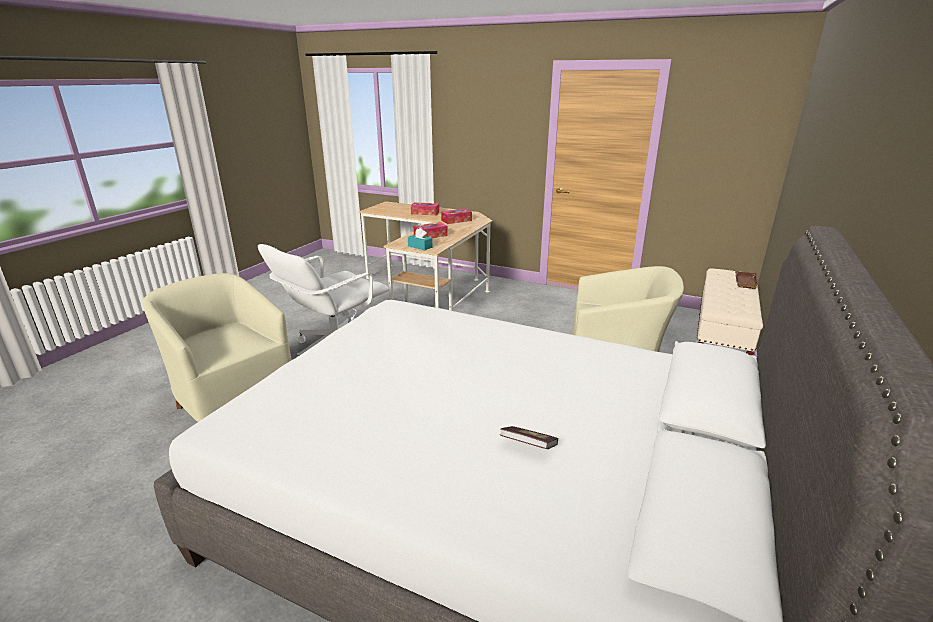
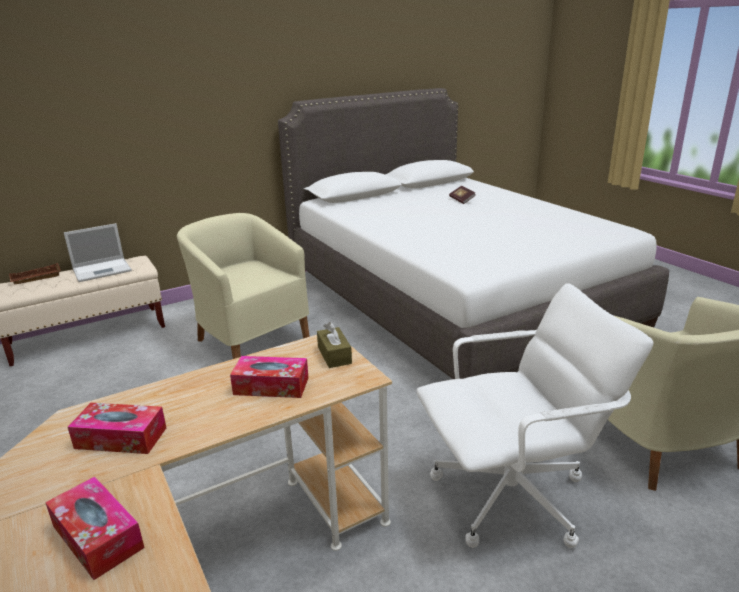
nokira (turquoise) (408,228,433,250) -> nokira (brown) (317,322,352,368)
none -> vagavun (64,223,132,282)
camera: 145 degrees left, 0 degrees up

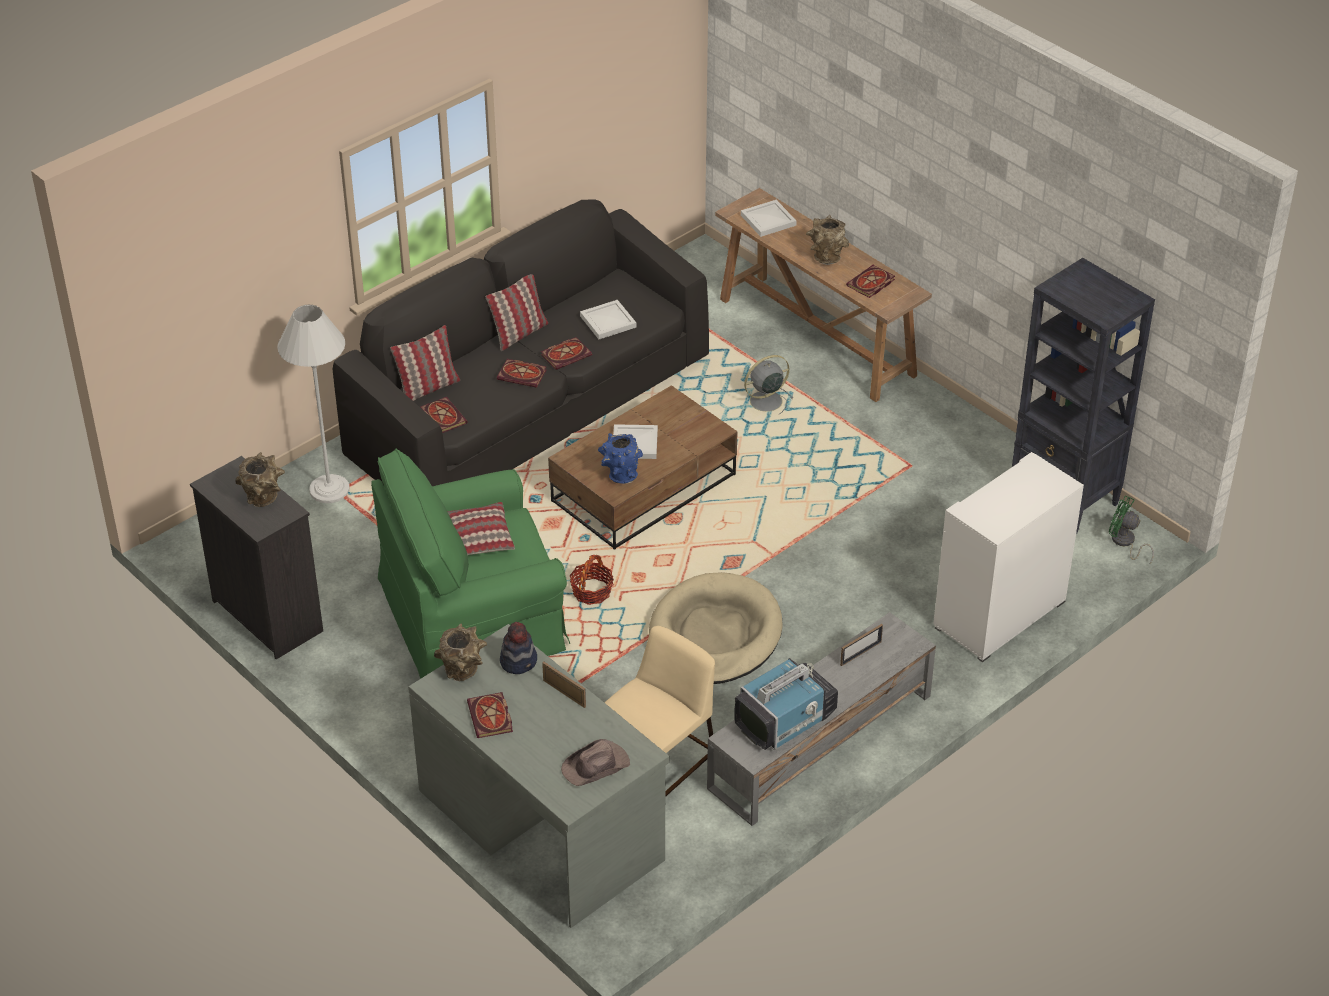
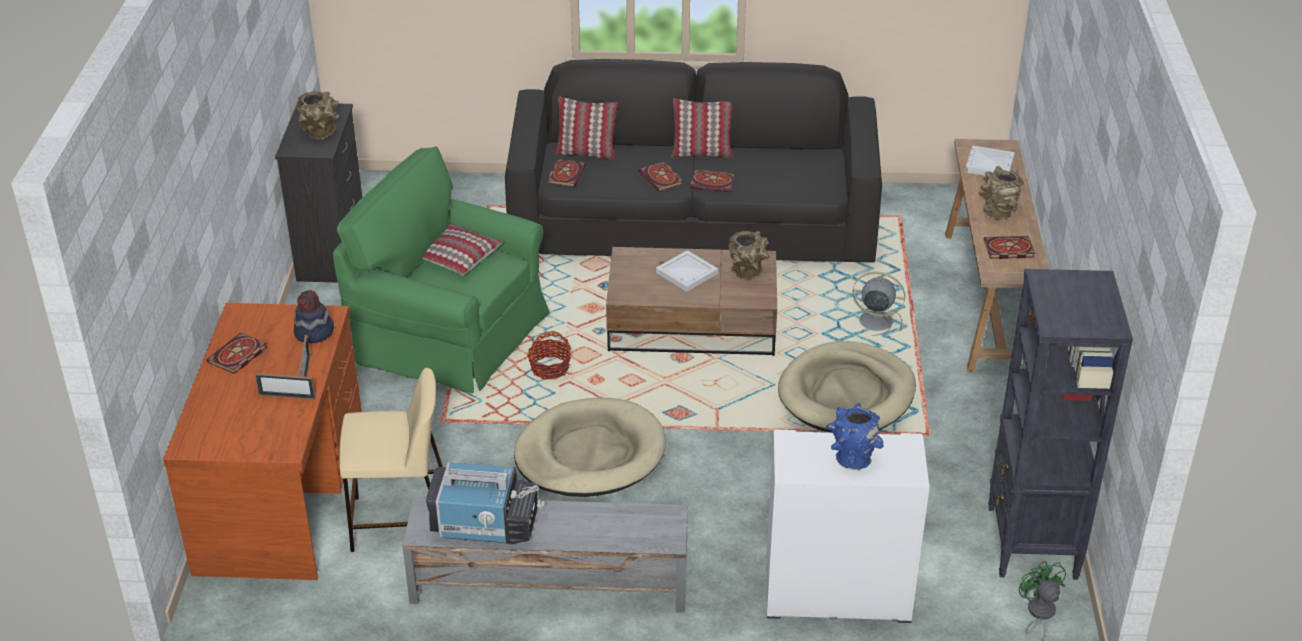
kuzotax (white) (277,305,350,503) -> none
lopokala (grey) (408,624,669,928) -> lopokala (brown) (163,303,362,580)
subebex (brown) (434,624,487,681) -> subebex (brown) (729,231,770,279), relocated
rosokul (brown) (561,739,630,786) -> none
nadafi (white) (580,300,637,339) -> none
subebex (blue) (598,433,643,484) -> subebex (blue) (826,403,883,470), relocated
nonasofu (840,624,883,666) -> nonasofu (255,373,316,399), relocated
none -> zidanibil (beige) (778,341,916,433)
camera: 45 degrees right, 5 degrees down

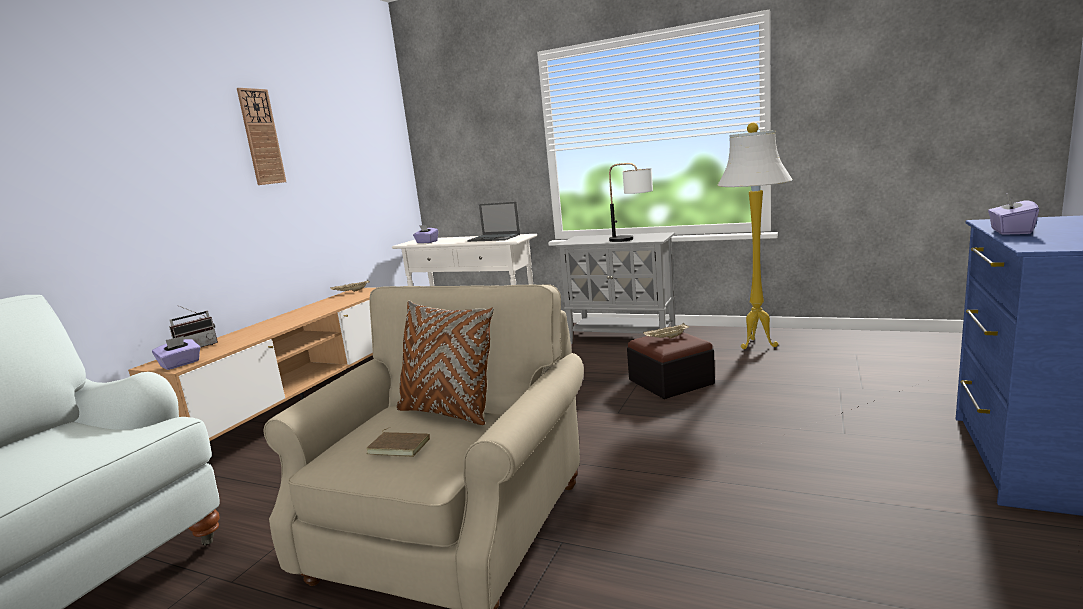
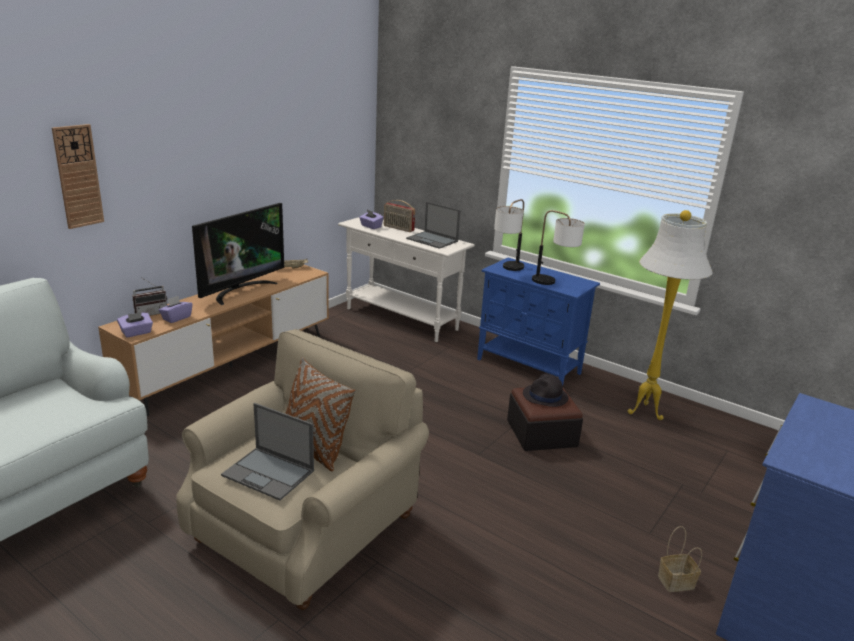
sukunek (237,88,286,185) -> sukunek (52,124,104,229), relocated
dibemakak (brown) (366,428,430,457) -> vagavun (221,403,314,501)
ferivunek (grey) (556,232,675,344) -> ferivunek (blue) (477,258,600,385)
nadafi (beige) (643,323,689,338) -> rosokul (black) (523,374,568,407)
nokira (purple) (988,193,1039,235) -> nokira (purple) (159,296,193,323), relocated
none -> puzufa (192,203,284,305)
none -> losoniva (384,200,415,232)
none -> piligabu (494,199,524,271)
none -> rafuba (658,526,702,592)
camera: 10 degrees right, 10 degrees up

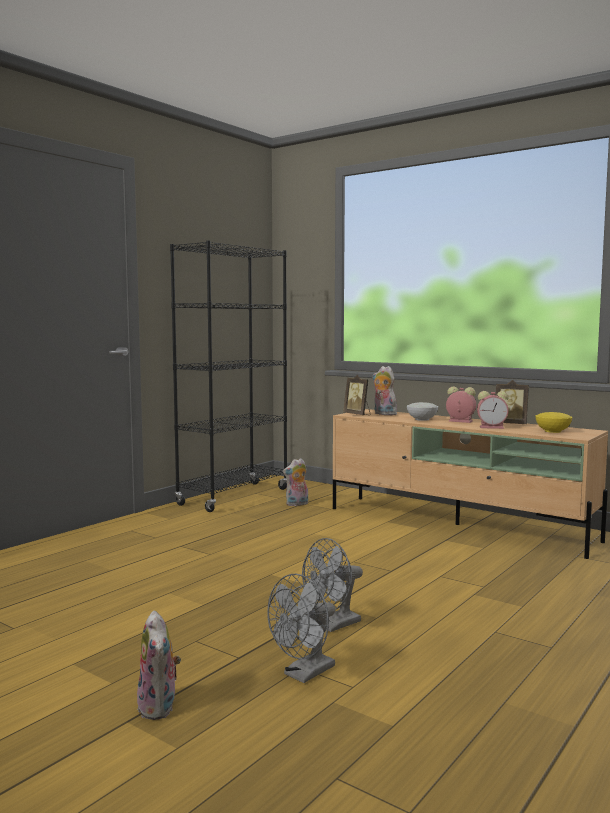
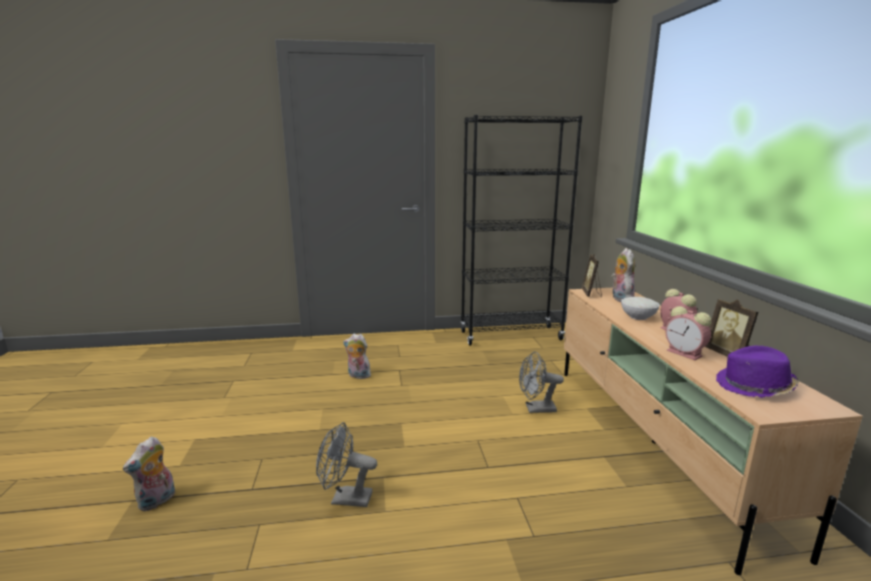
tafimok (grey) (267,574,335,683) -> tafimok (grey) (519,351,564,413), relocated
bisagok (283,458,308,506) -> bisagok (343,333,371,379), relocated
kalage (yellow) (535,412,572,433) -> rosokul (purple) (716,346,799,398)
camera: 45 degrees right, 10 degrees up

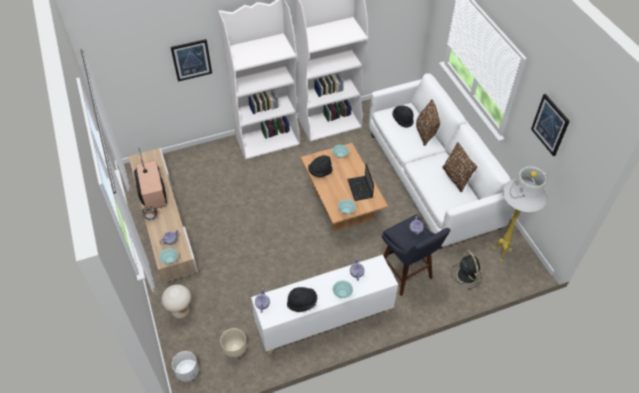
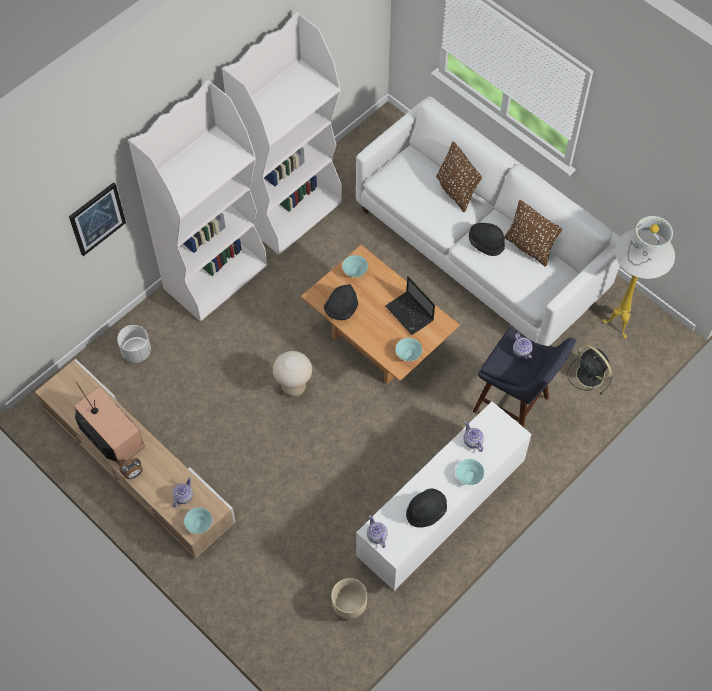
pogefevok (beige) (161,284,191,319) -> pogefevok (beige) (273,351,312,397), relocated
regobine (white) (172,351,199,382) -> regobine (white) (117,325,151,363), relocated
rosokul (black) (392,105,414,128) -> rosokul (black) (469,223,505,256), relocated
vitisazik (531,94,570,156) -> none
camera: 25 degrees left, 10 degrees up

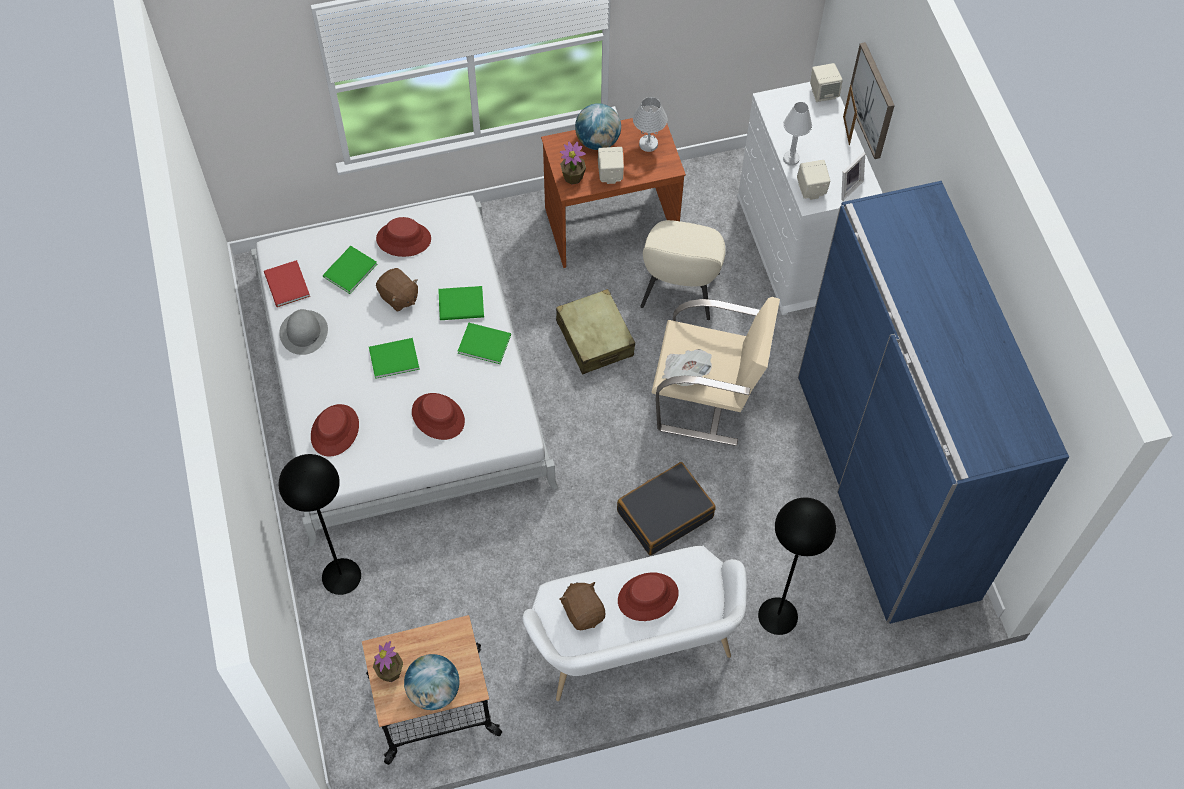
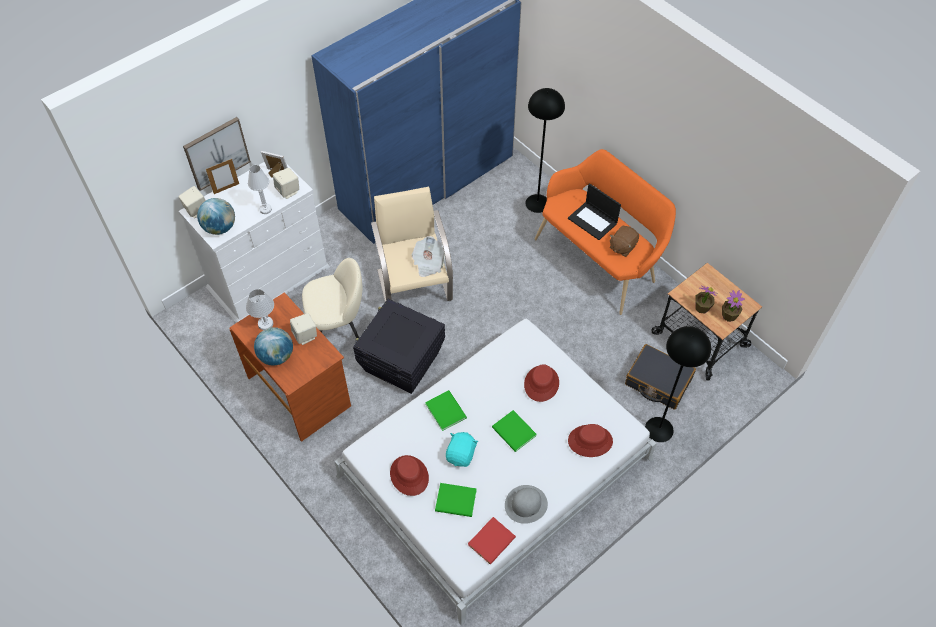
bisagok (brown) (376,268,418,312) -> bisagok (turquoise) (446,432,478,467)
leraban (404,654,459,710) -> leraban (197,198,235,235), relocated
dibemakak (green) (458,323,511,364) -> none
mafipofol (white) (523,546,747,701) -> mafipofol (orange) (534,149,676,315)
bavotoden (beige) (556,289,635,375) -> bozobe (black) (353,299,445,394)
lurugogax (560,141,586,185) -> lurugogax (695,285,718,314), relocated
bavotoden (black) (617,462,716,556) -> bavotoden (black) (625,344,696,409), relocated
rosokul (red) (618,573,679,621) -> vagavun (568,183,621,240)
camera: 115 degrees left, 5 degrees down

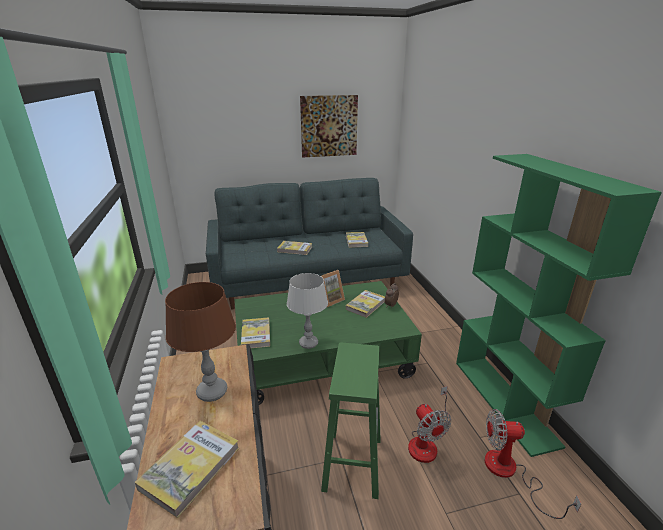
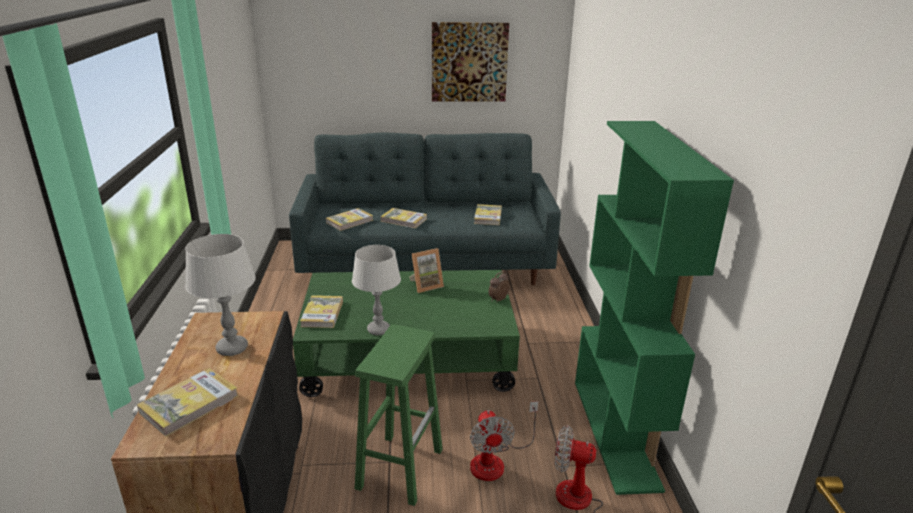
piligabu (brown) (165,282,236,402) -> piligabu (grey) (185,234,256,356)
dibemakak (346,290,385,318) -> dibemakak (326,208,373,231), relocated
camera: 10 degrees right, 0 degrees up

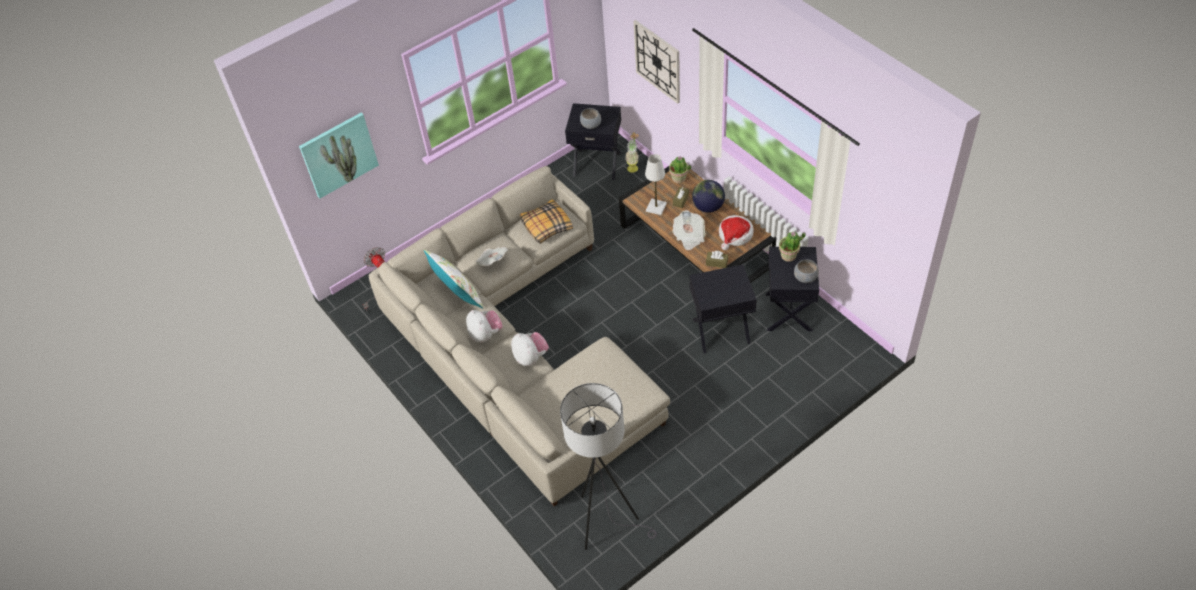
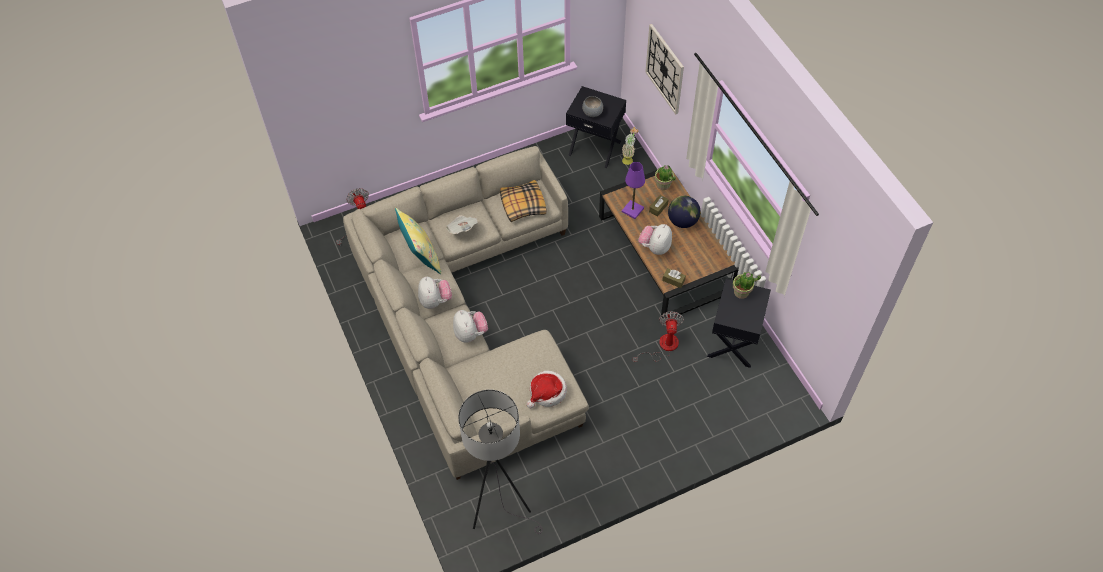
vitisazik (299,113,379,198) -> none
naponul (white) (424,250,484,308) -> naponul (yellow) (395,208,441,274)
piligabu (white) (645,154,667,215) -> piligabu (purple) (622,162,645,219)
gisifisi (672,210,705,250) -> bisagok (638,224,672,255)
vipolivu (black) (689,264,757,353) -> tafimok (632,311,684,362)
rosokul (719,215,754,250) -> rosokul (527,371,567,408), relocated
kalage (grey) (794,259,819,283) -> none
camera: 10 degrees right, 5 degrees up

